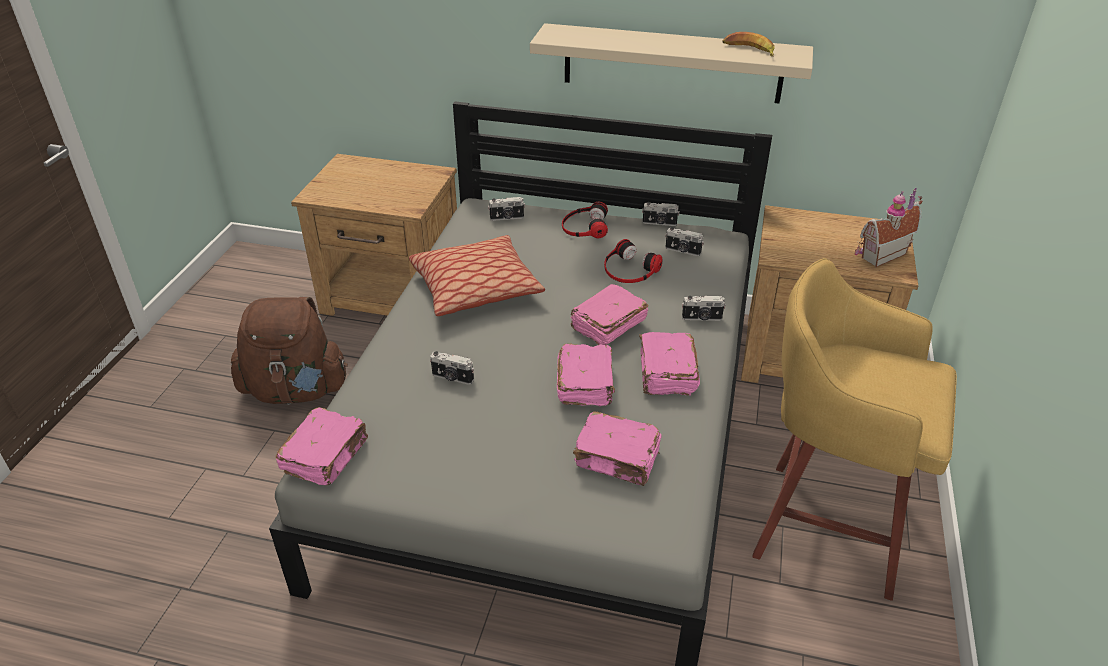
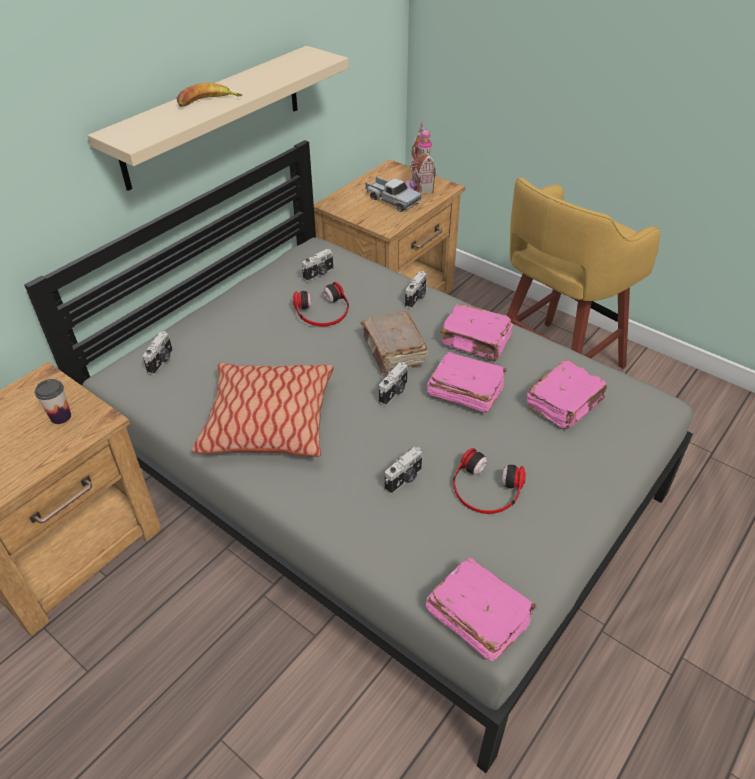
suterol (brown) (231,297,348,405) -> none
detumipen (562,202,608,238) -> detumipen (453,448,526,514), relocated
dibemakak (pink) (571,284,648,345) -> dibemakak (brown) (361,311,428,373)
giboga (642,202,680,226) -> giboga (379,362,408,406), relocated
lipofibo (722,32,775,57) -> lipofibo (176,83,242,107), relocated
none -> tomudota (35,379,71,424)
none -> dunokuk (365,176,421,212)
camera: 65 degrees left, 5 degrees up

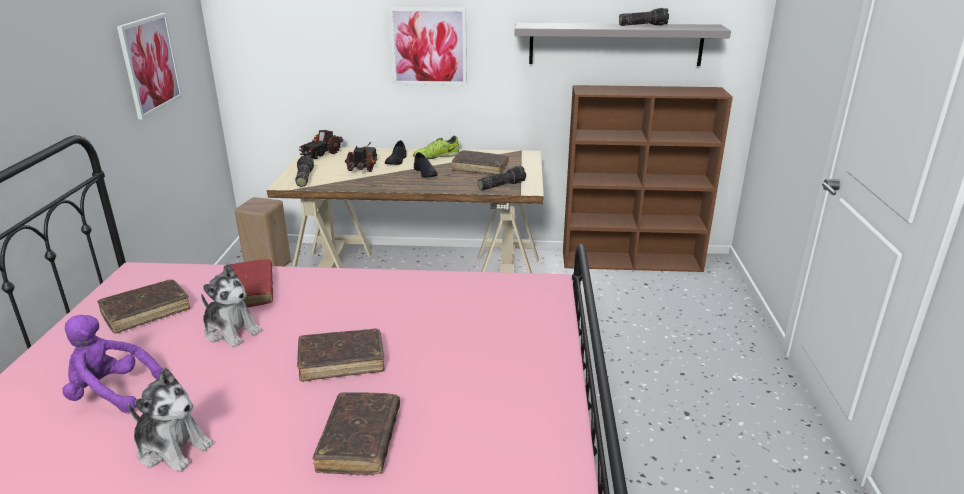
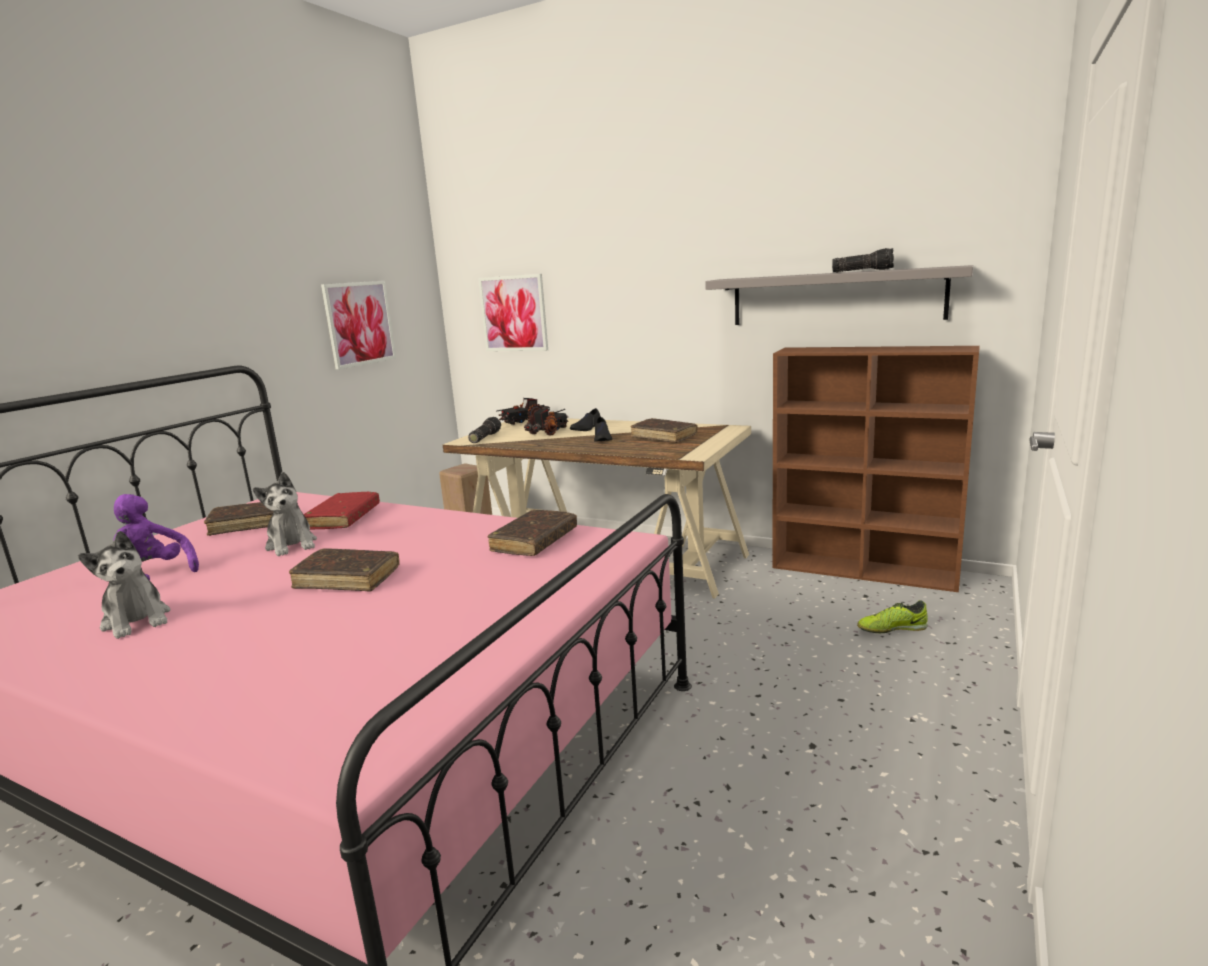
dibemakak (brown) (313,392,400,475) -> dibemakak (brown) (487,510,577,556), relocated
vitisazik (389,7,467,85) -> vitisazik (478,274,548,351), relocated
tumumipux (413,136,459,159) -> tumumipux (857,600,928,633), relocated
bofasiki (477,166,526,190) -> none
camera: 25 degrees right, 10 degrees down

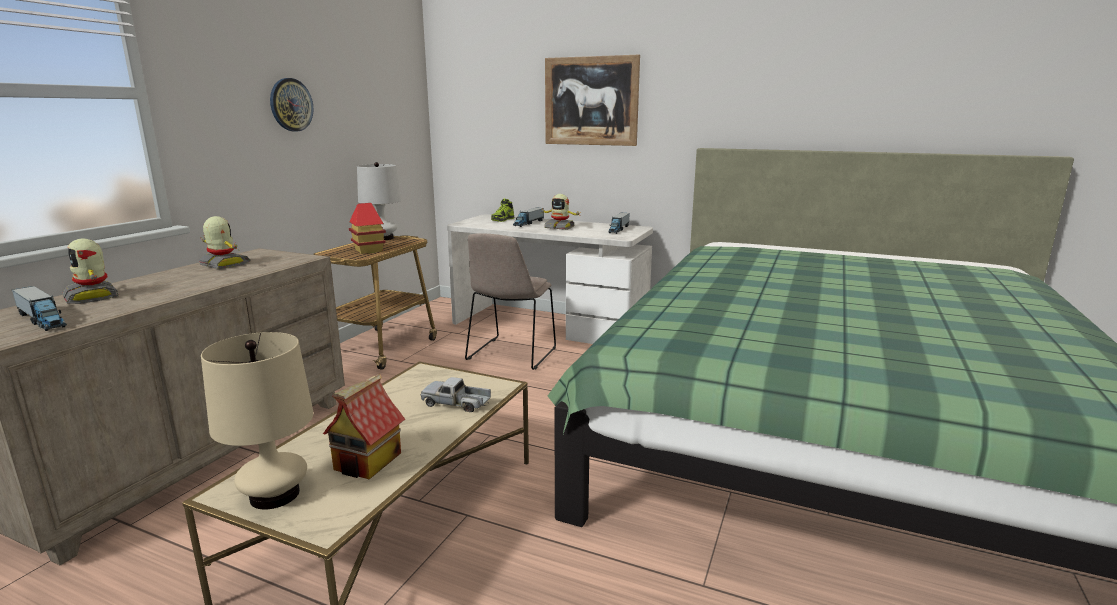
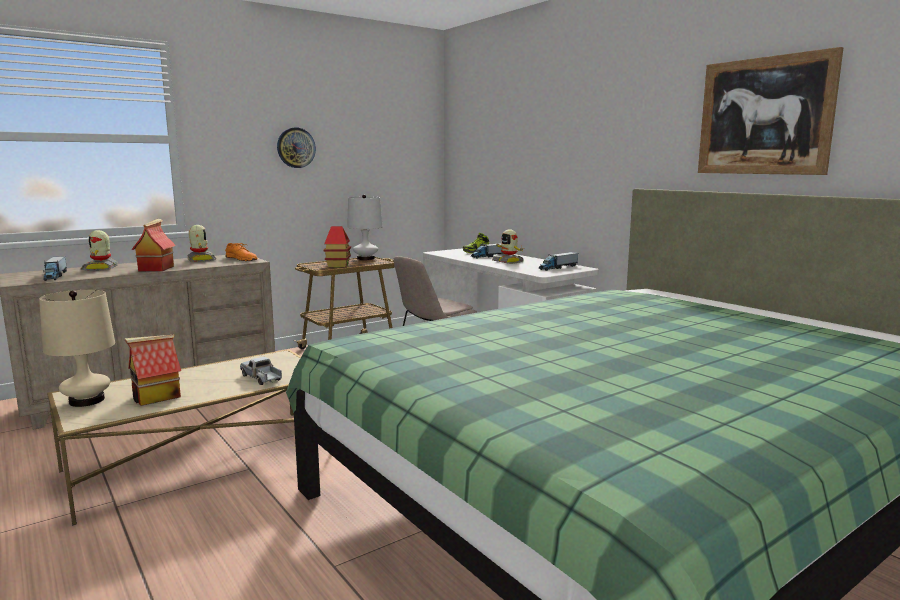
vitisazik (545,55,640,146) -> vitisazik (698,47,844,175), relocated
none -> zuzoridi (131,219,176,271)
none -> tumumipux (orange) (225,243,257,261)
camera: 30 degrees right, 5 degrees down

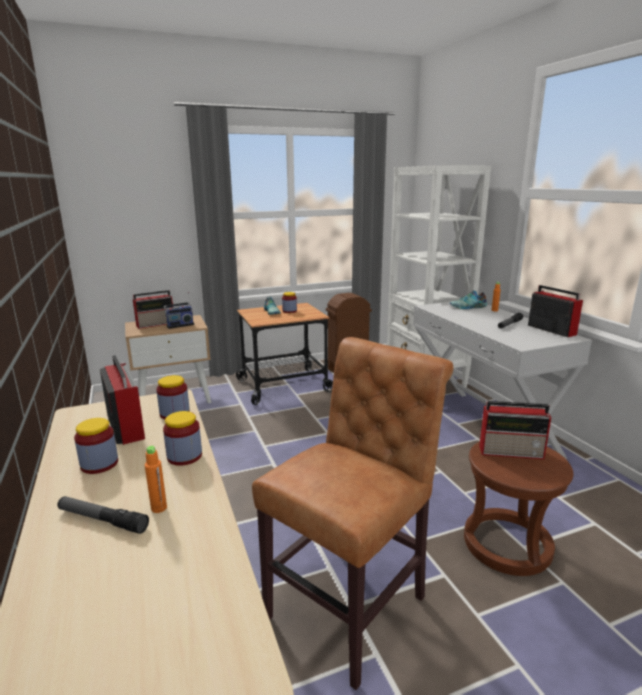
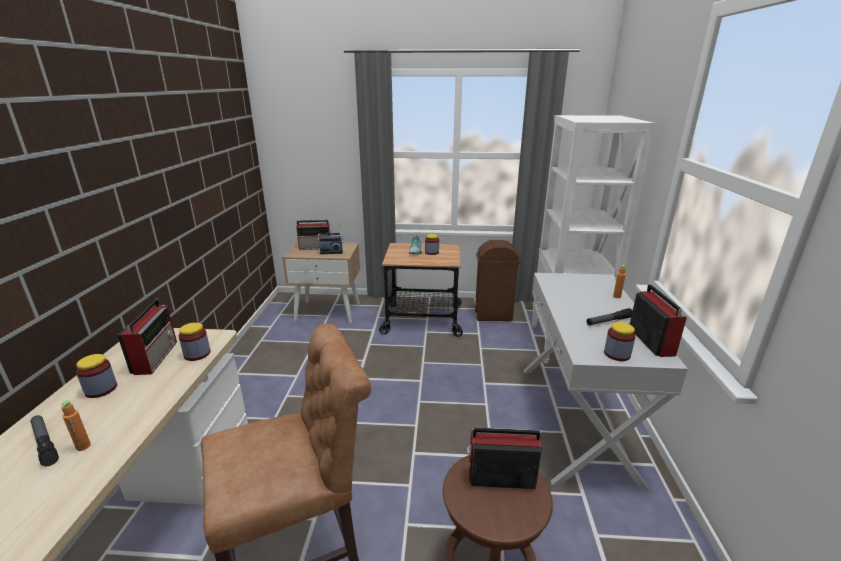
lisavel (163,411,202,466) -> lisavel (604,322,636,361), relocated
tumumipux (450,290,487,309) -> none
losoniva (479,401,551,459) -> losoniva (467,427,542,489), 150 degrees clockwise
camera: 25 degrees right, 5 degrees up

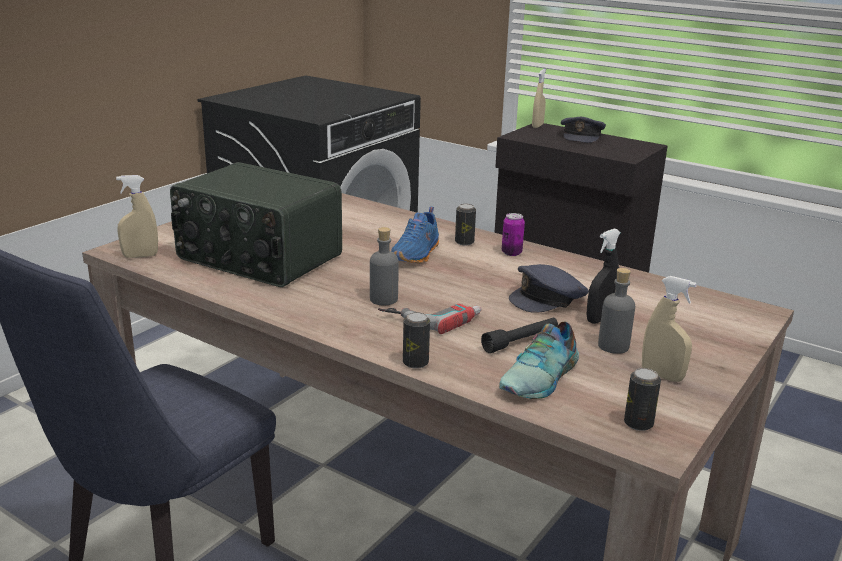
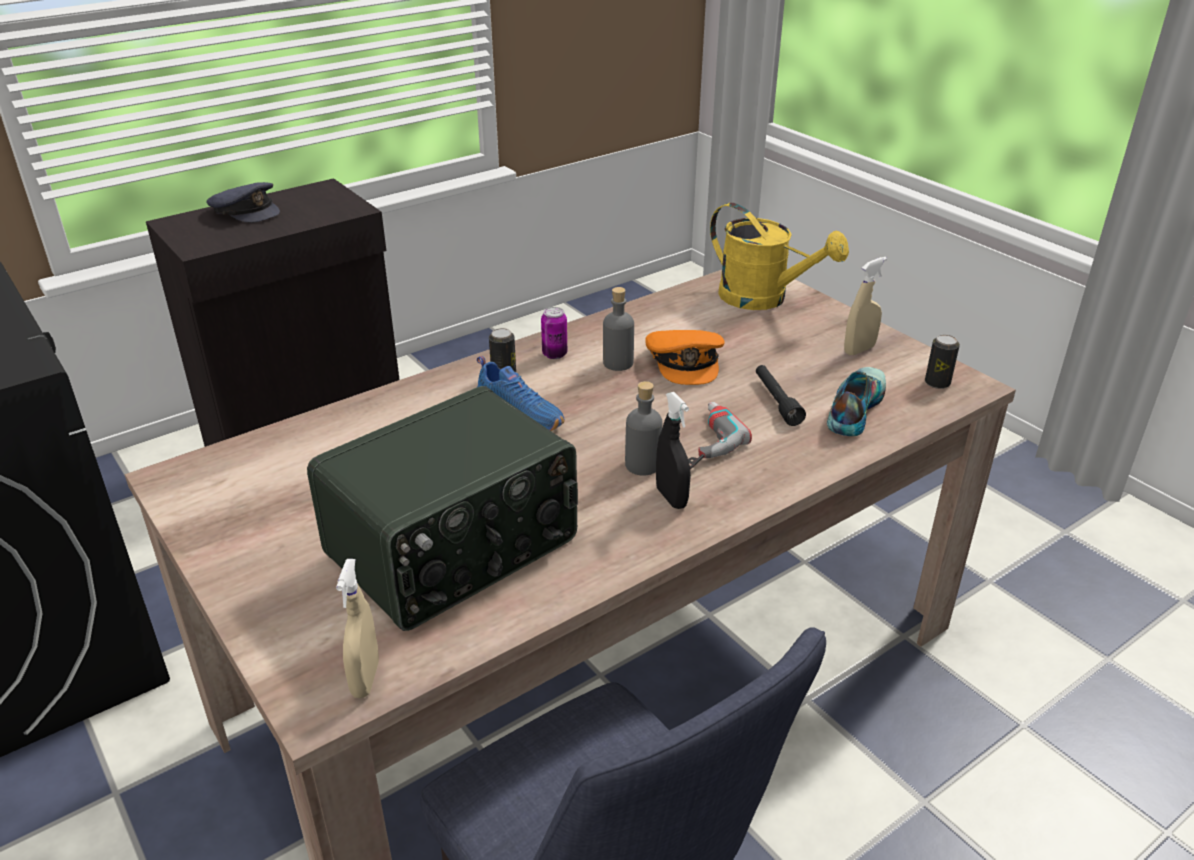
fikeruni (403,312,430,369) -> none
tumumipux (499,322,579,399) -> tumumipux (827,367,886,436), 120 degrees counterclockwise
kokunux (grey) (509,264,589,313) -> kokunux (orange) (645,330,725,385)
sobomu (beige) (532,69,546,128) -> none
sobomu (black) (587,228,621,324) -> sobomu (black) (656,392,691,509), relocated
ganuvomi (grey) (598,268,635,354) -> ganuvomi (grey) (603,287,634,371), relocated
none -> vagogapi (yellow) (710,203,849,310)
camera: 70 degrees left, 10 degrees up

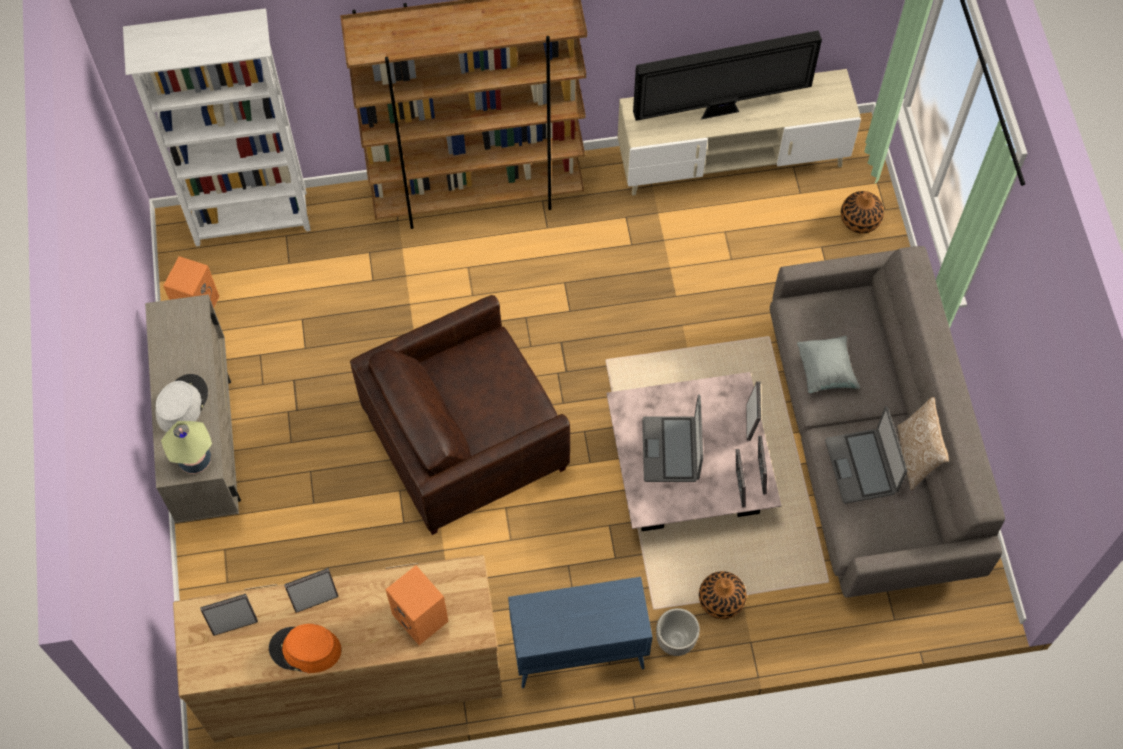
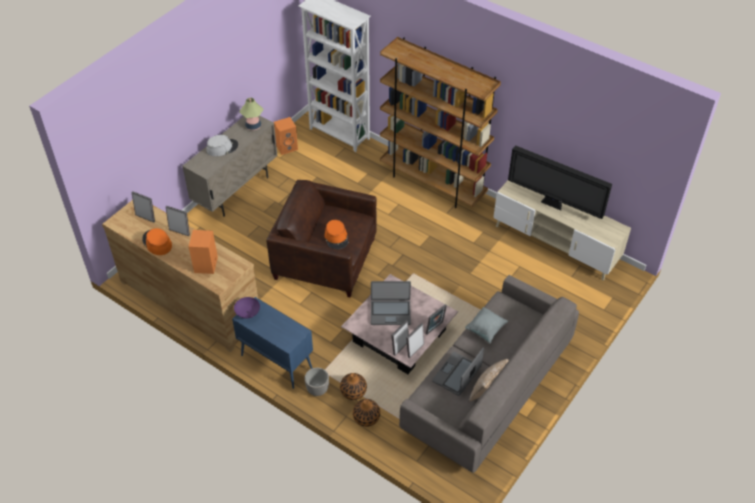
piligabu (161,421,212,474) -> piligabu (240,98,263,130), relocated
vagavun (642,394,703,482) -> vagavun (371,281,411,325), 135 degrees counterclockwise
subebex (841,191,884,234) -> subebex (353,399,380,427), relocated
none -> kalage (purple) (234,297,260,318)
none -> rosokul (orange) (325,220,348,249)
camera: 45 degrees right, 15 degrees down

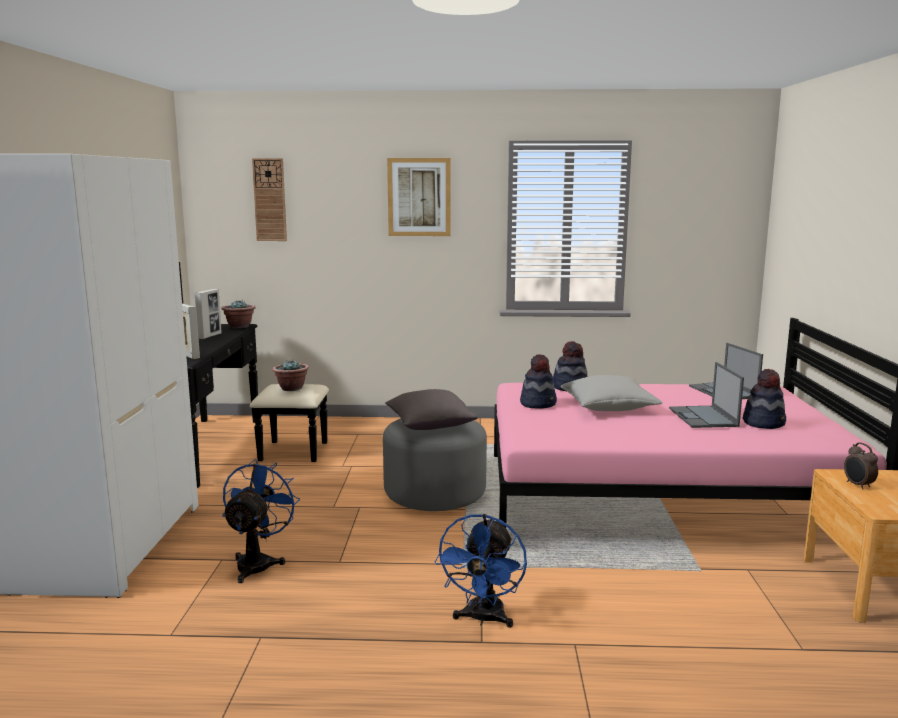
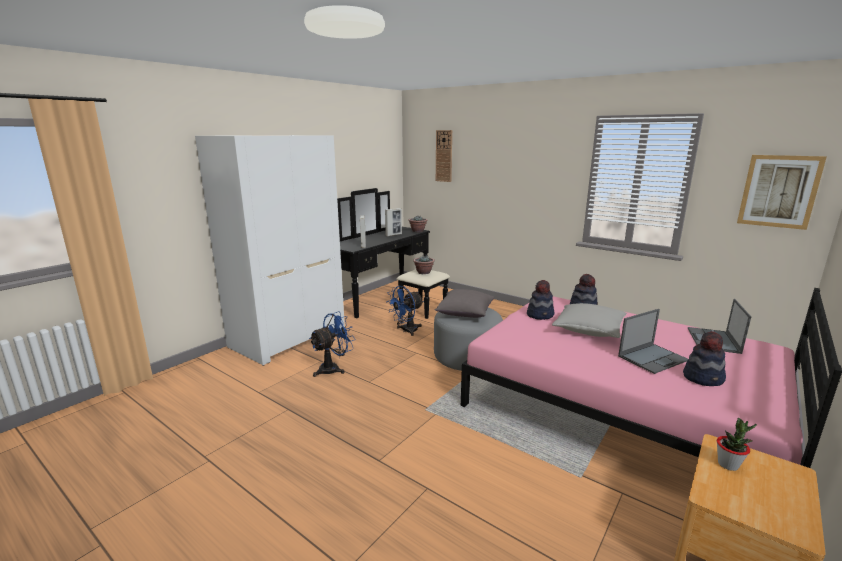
vitisazik (387,158,451,236) -> vitisazik (737,155,827,230), relocated
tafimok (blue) (435,514,527,628) -> tafimok (blue) (387,286,424,336), relocated
vagavun (669,362,744,428) -> vagavun (618,309,688,374), 150 degrees counterclockwise
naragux (844,442,878,490) -> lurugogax (717,418,757,471)
camera: 35 degrees right, 5 degrees up

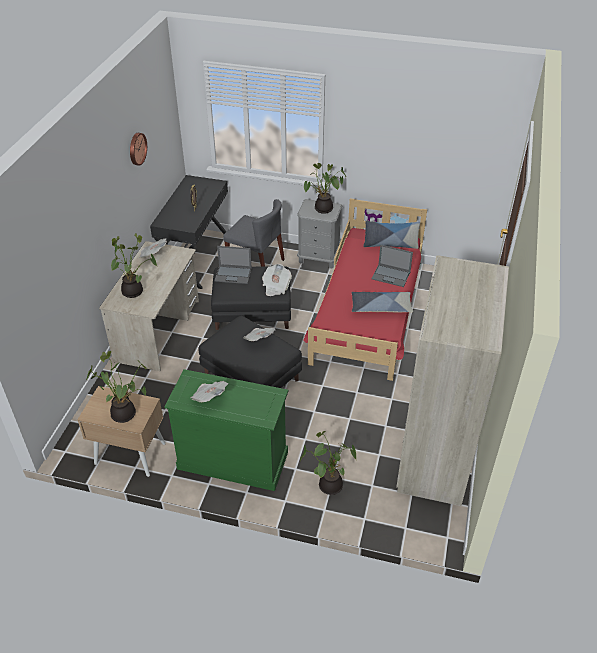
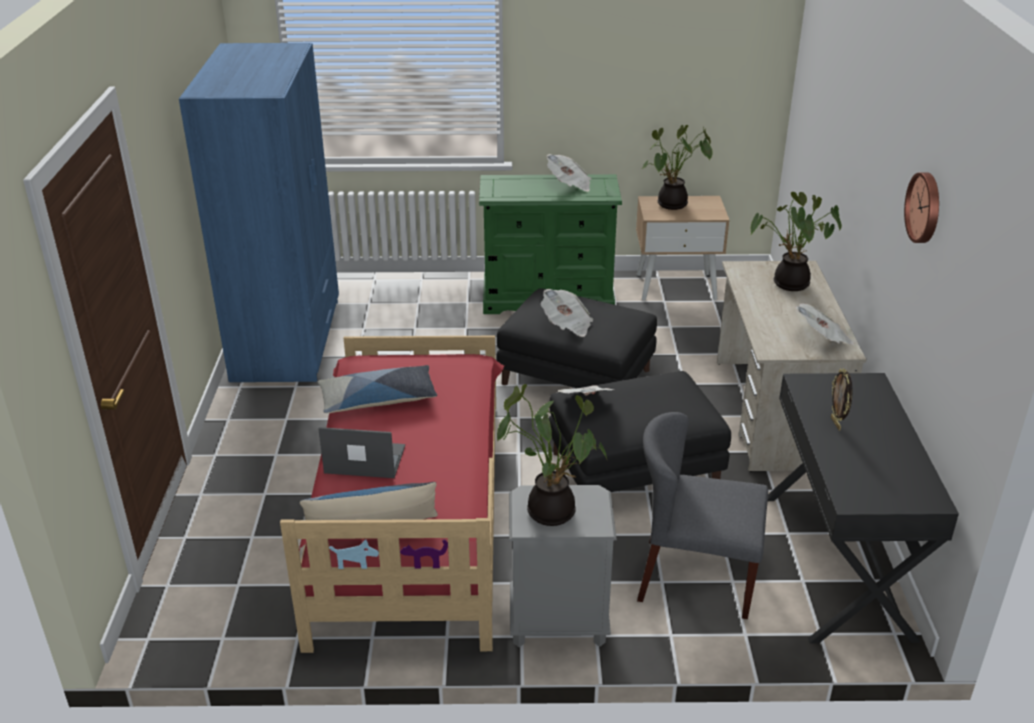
vagavun (214,246,252,284) -> none
lurugogax (300,431,356,495) -> none
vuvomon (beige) (396,255,509,506) -> vuvomon (blue) (179,43,339,382)
camera: 165 degrees right, 10 degrees down

